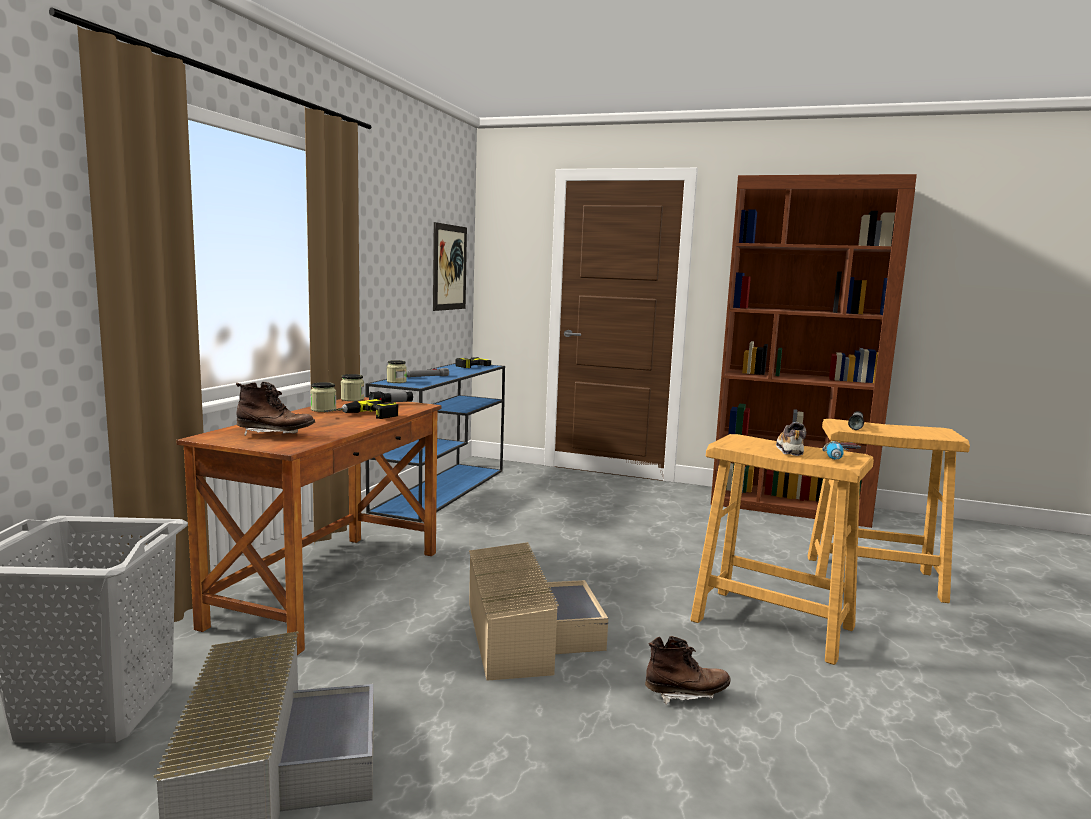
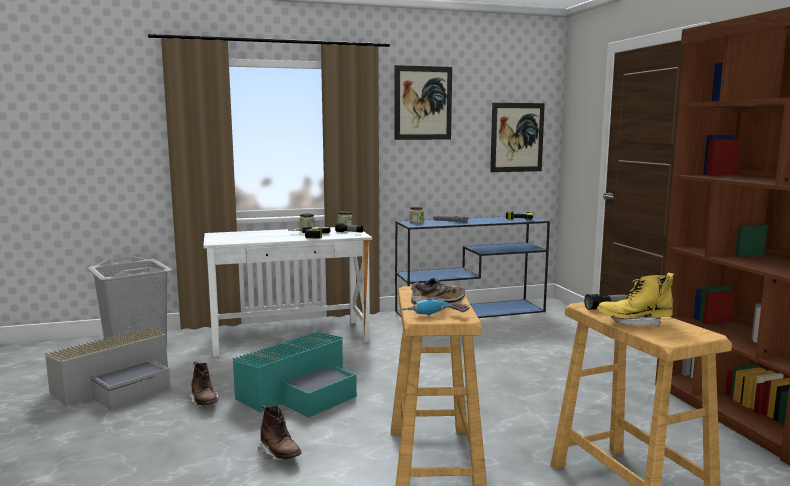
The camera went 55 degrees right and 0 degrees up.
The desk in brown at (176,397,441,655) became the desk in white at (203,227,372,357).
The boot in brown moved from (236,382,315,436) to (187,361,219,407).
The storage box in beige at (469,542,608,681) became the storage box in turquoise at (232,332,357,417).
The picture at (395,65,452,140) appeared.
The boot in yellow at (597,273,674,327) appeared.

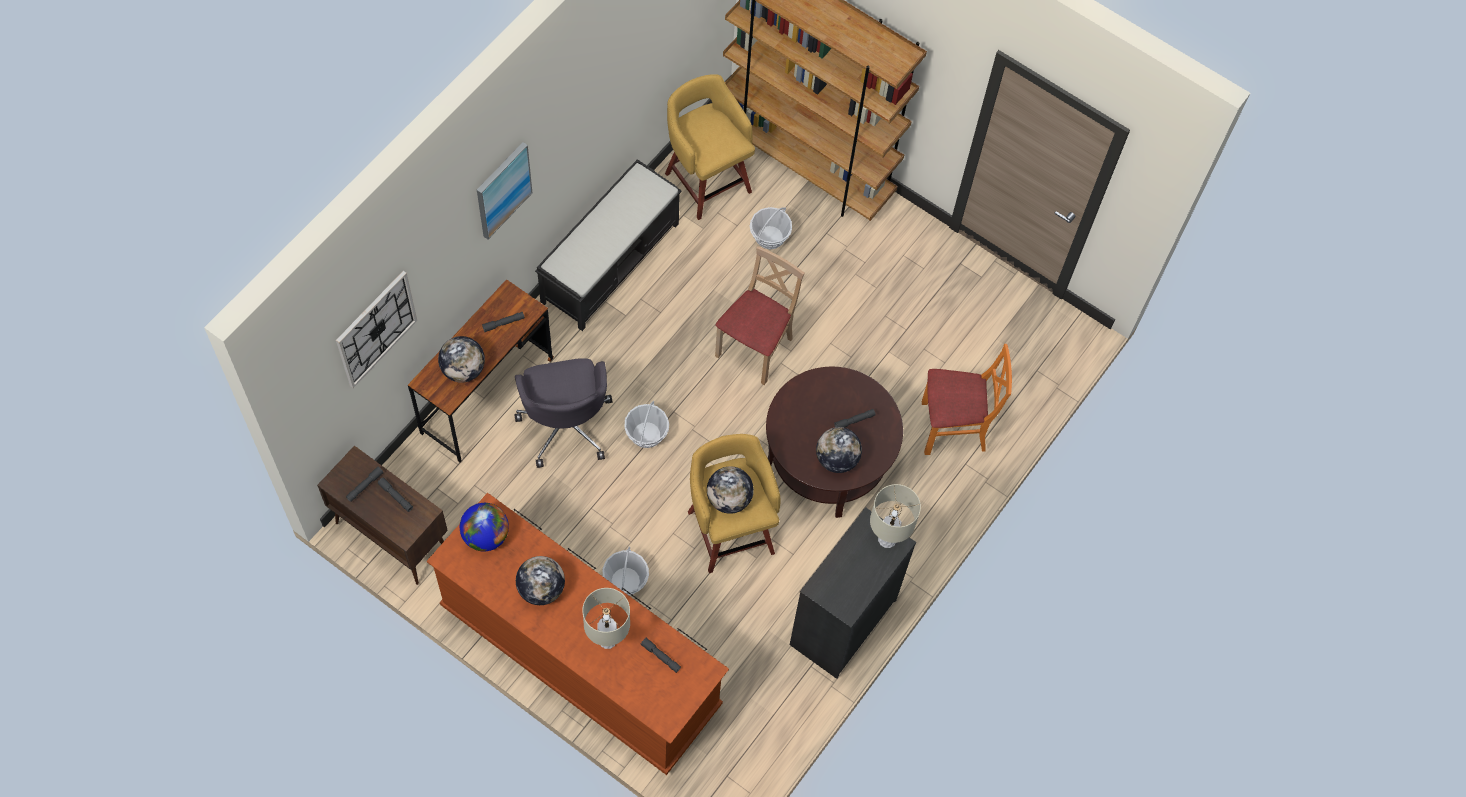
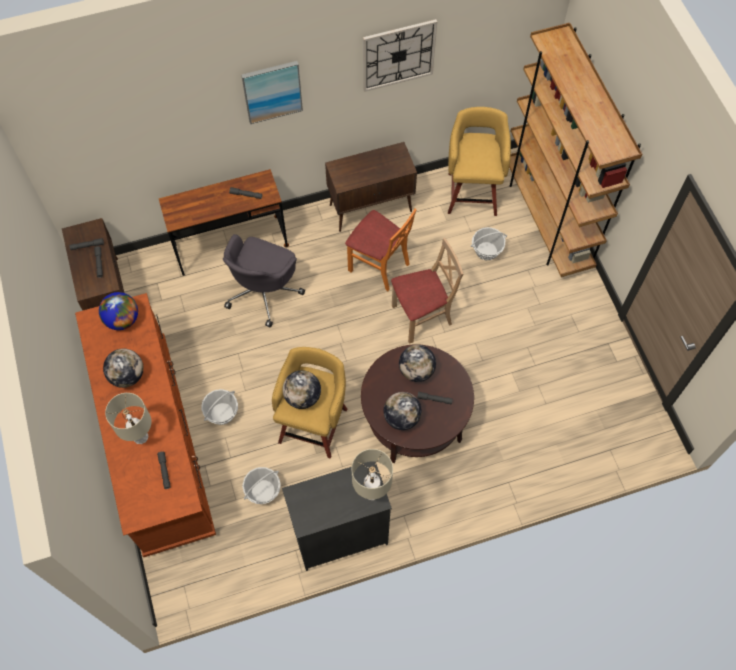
The camera went 40 degrees right and 0 degrees up.
The wall clock moved from (336,271,417,388) to (363,19,437,92).
The globe moved from (438,336,485,383) to (399,345,436,382).
The bench in black at (535,159,682,331) was replaced by the cabinet in brown at (325,142,417,232).
The basket moved from (624,401,669,448) to (242,467,281,504).
The chair in orange moved from (922,344,1012,455) to (345,209,417,291).

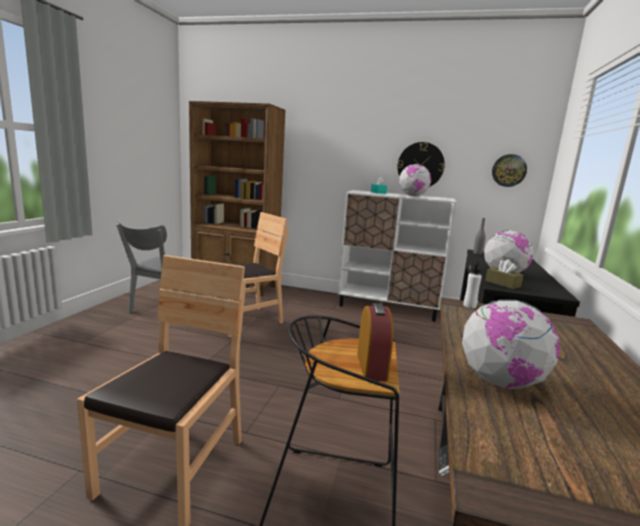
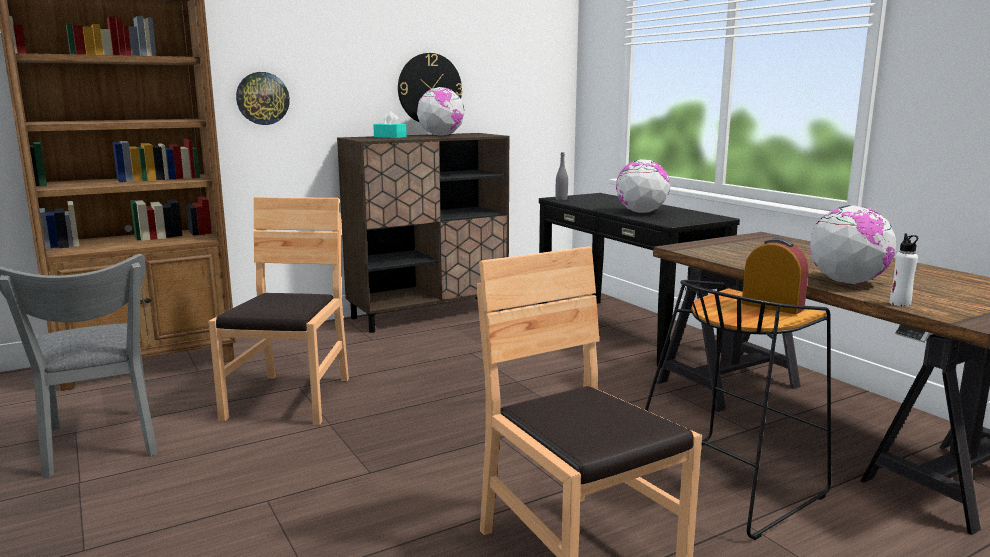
The camera went 45 degrees left and 0 degrees up.
The cabinet in white at (338,190,456,321) became the cabinet in brown at (337,133,510,333).
The bottle in white moved from (463,262,482,308) to (890,233,918,307).
The tissue box in brown at (485,259,523,289) disappeared.
The wall clock moved from (492,154,527,187) to (236,72,290,125).

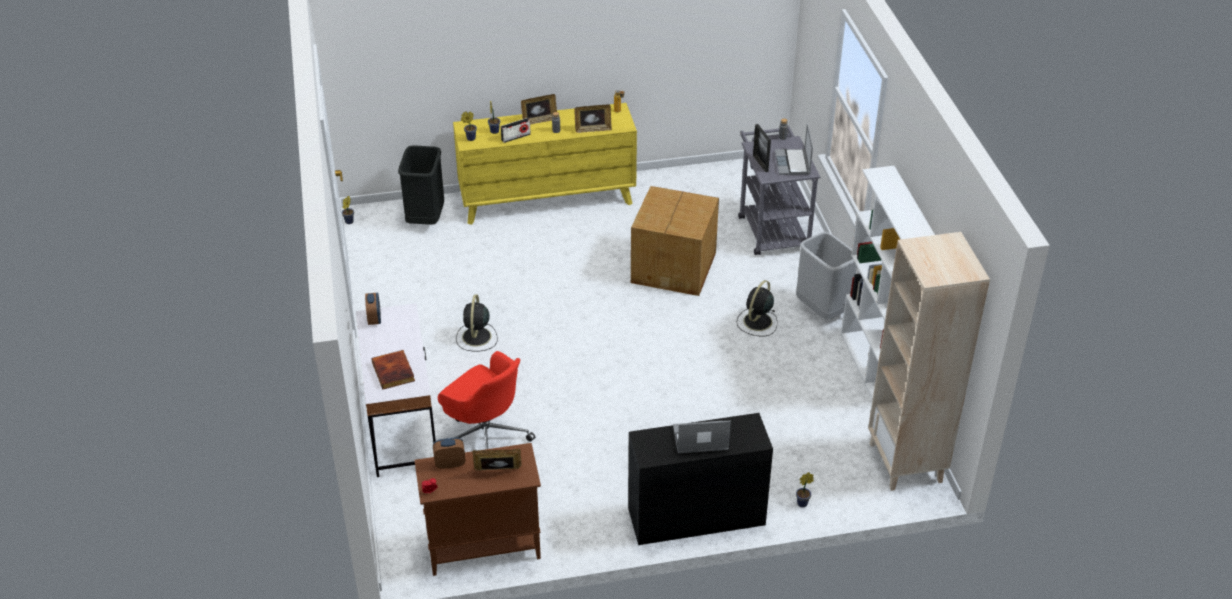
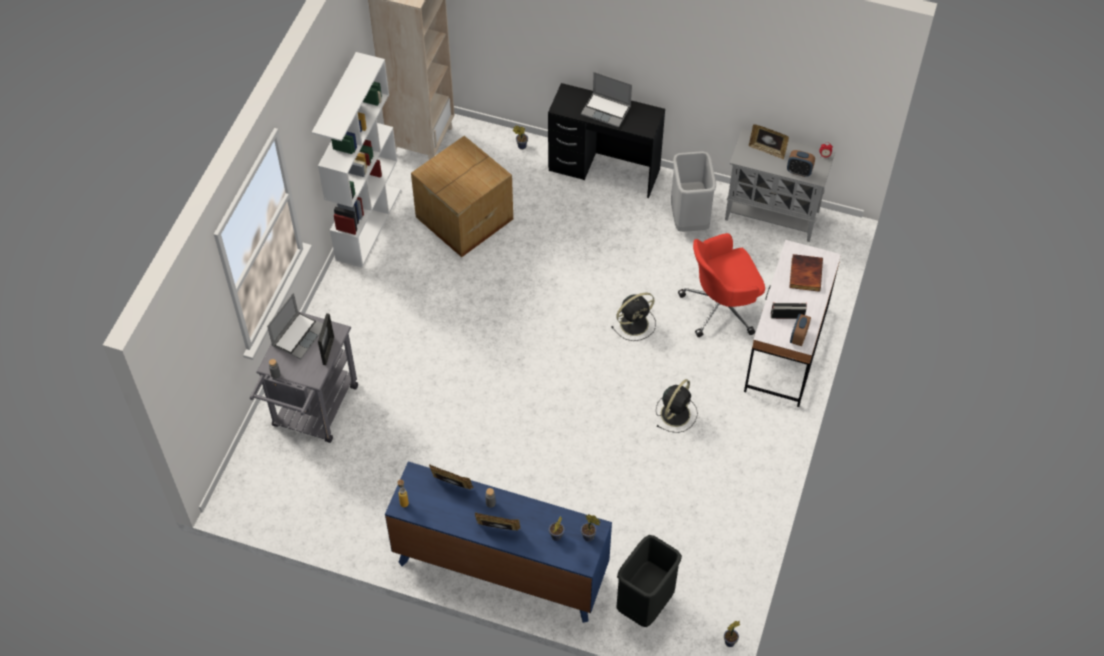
The camera went 150 degrees left and 15 degrees up.
The cabinet in brown at (414,443,541,576) became the cabinet in grey at (725,129,835,242).
The office chair in red at (438,351,535,449) turned 90 degrees counterclockwise.
The dresser in yellow at (453,103,637,225) became the dresser in blue at (385,462,612,623).
The radio moved from (501,118,531,143) to (771,302,807,319).
The cardboard box moved from (631,186,719,296) to (411,136,513,257).
The fan in black moved from (737,280,777,336) to (612,293,656,341).
The trash can in grey moved from (796,232,857,320) to (671,151,716,232).

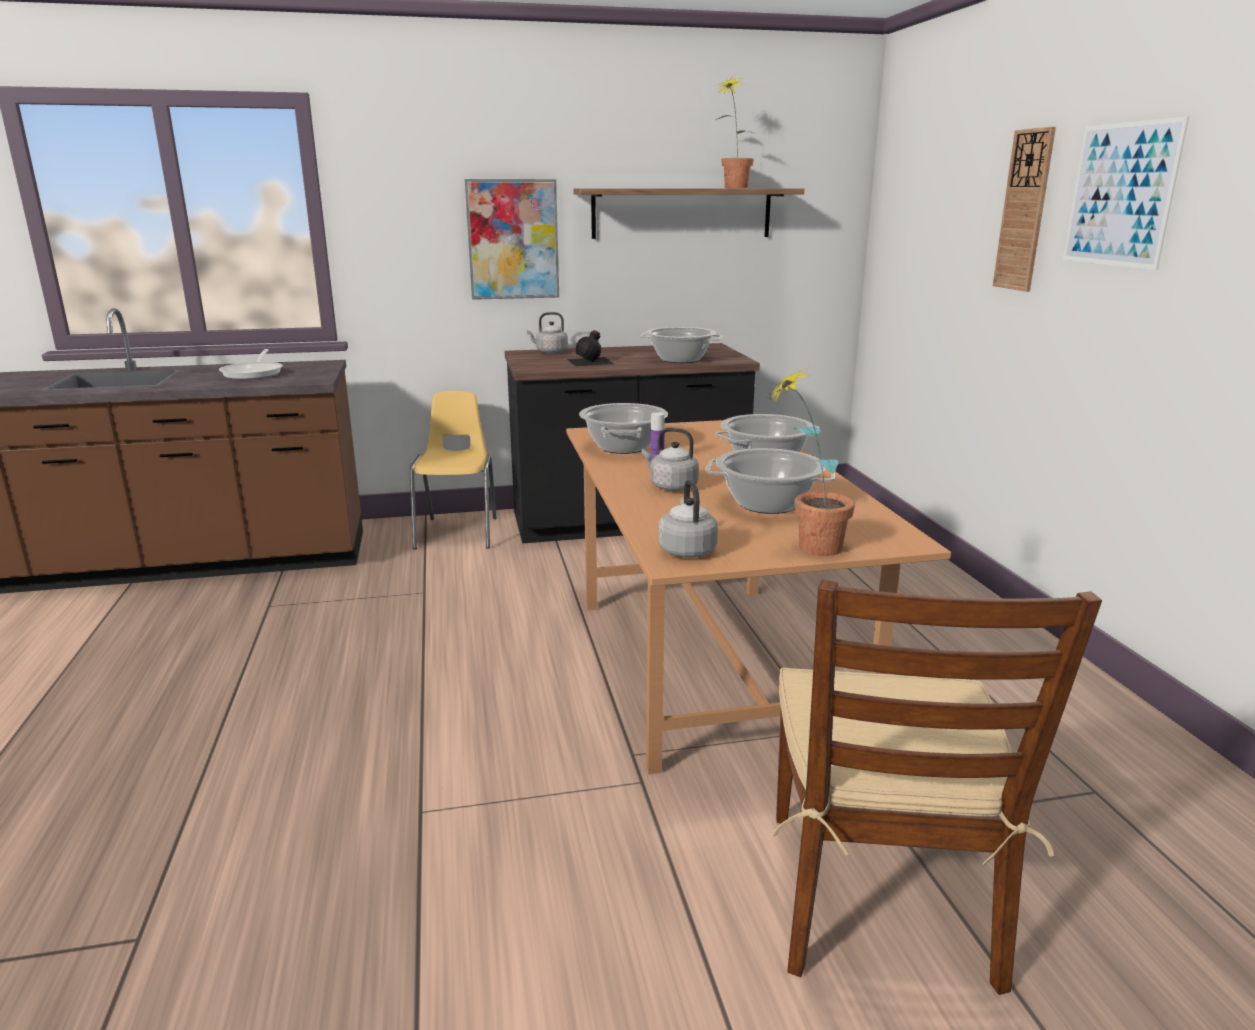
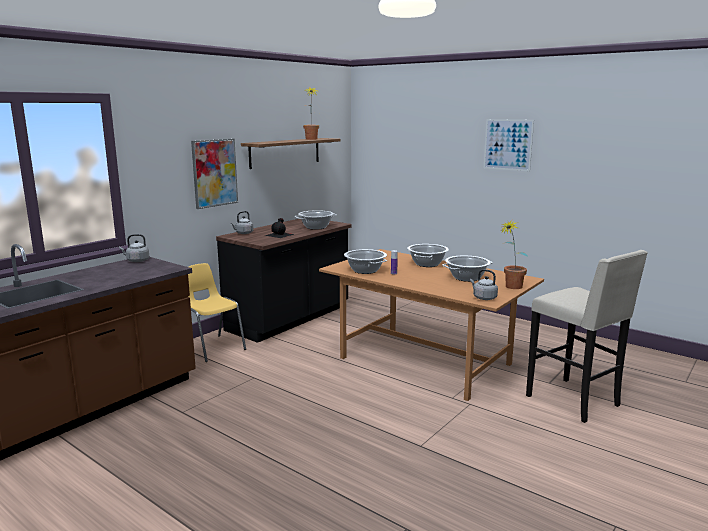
The camera went 40 degrees left and 5 degrees down.
The frying pan at (219,349,283,380) disappeared.
The kettle in grey moved from (642,428,699,491) to (119,234,149,262).
The chair in brown at (772,580,1102,995) was replaced by the stool in beige at (526,250,648,423).
The wall clock at (993,127,1056,292) disappeared.

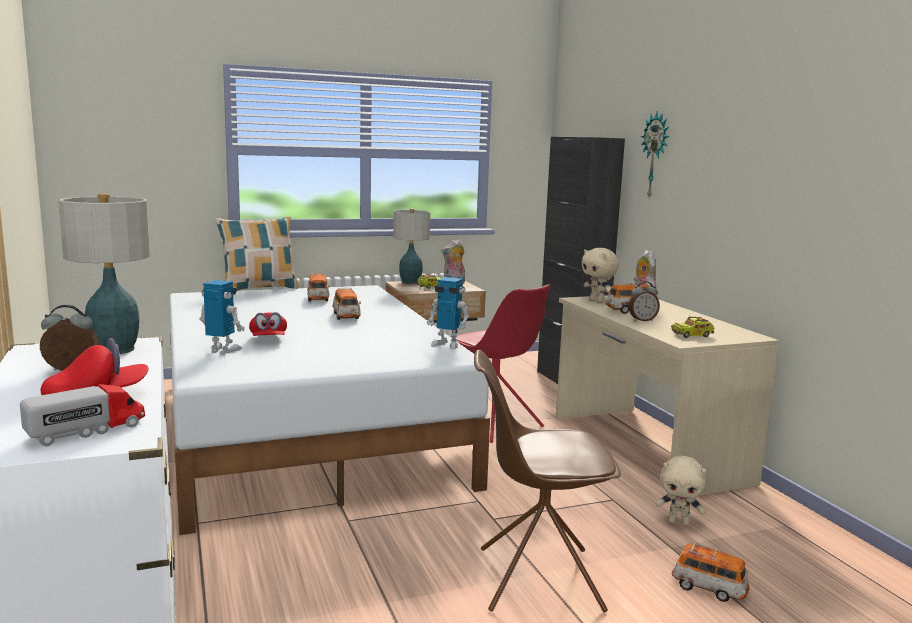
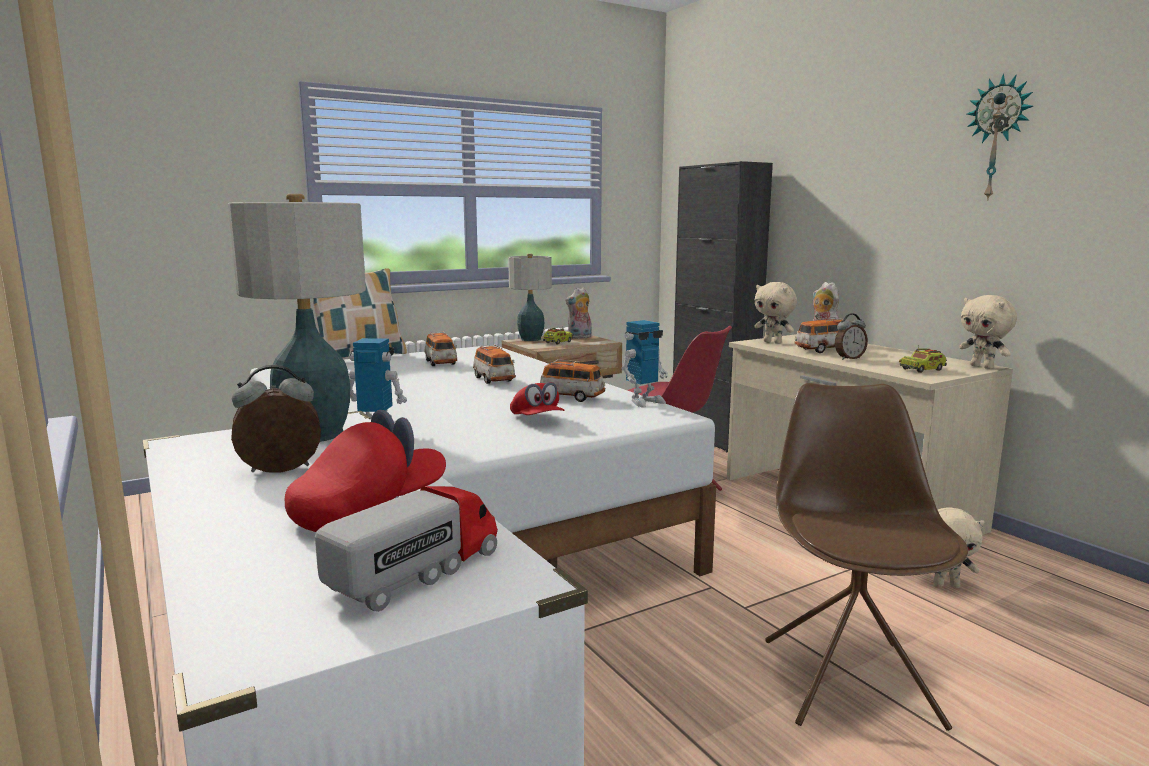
The camera went 10 degrees left and 0 degrees up.
The cap in red moved from (249,312,287,336) to (510,382,565,415).
The toy robot at (427,277,469,349) turned 45 degrees counterclockwise.
The chair in brown at (474,350,621,612) turned 105 degrees clockwise.
The wall clock moved from (641,112,669,198) to (967,74,1033,201).
The toy car moved from (672,542,750,602) to (540,359,605,402).
The plush toy in beige at (959,295,1017,369) appeared.

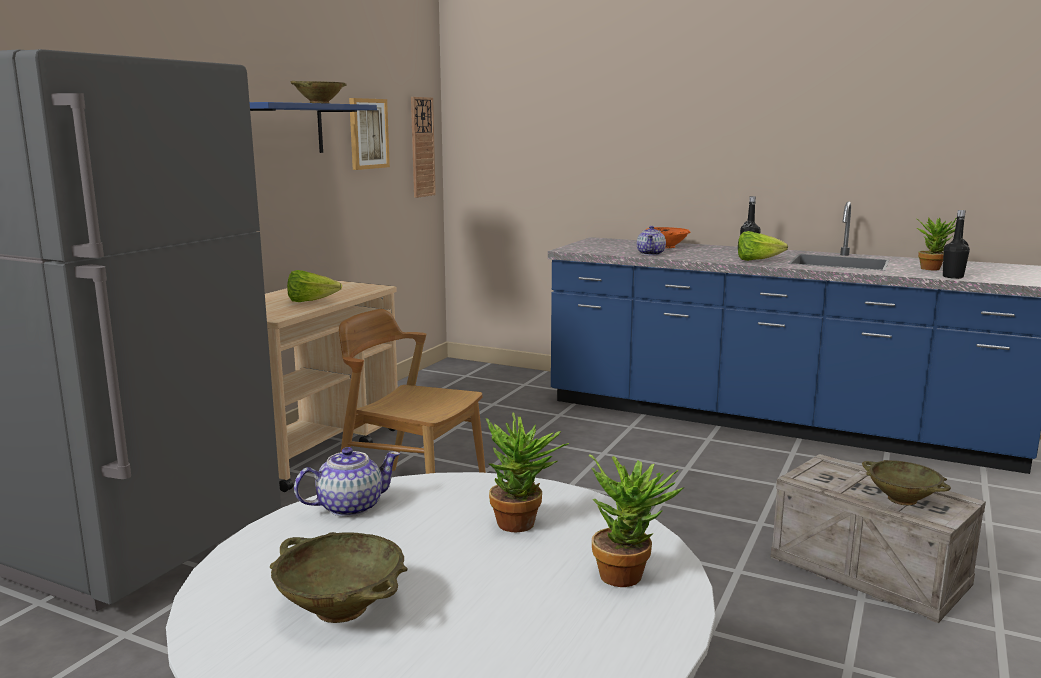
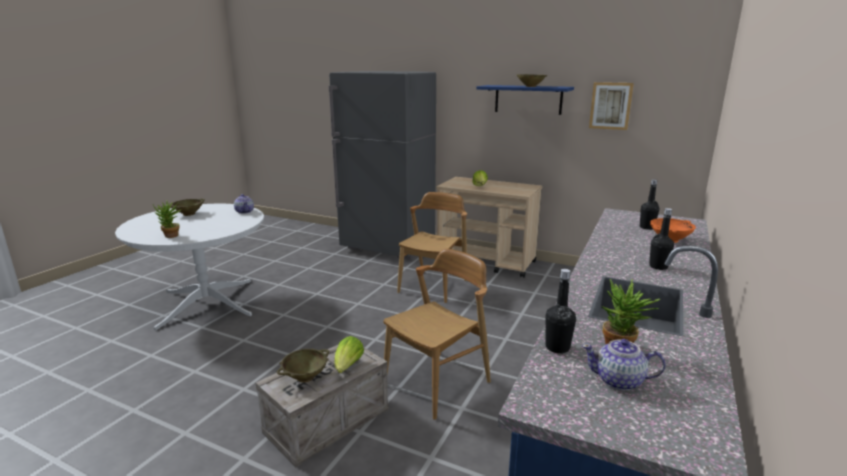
The camera went 90 degrees right and 5 degrees up.
The wall clock at (411,97,436,198) disappeared.
The potted plant at (486,412,569,532) disappeared.
The teapot moved from (637,226,666,256) to (581,339,666,391).
The lettuce moved from (738,231,788,261) to (334,336,364,373).
The chair in brown at (384,249,491,420) appeared.
The bottle in black at (640,179,659,230) appeared.

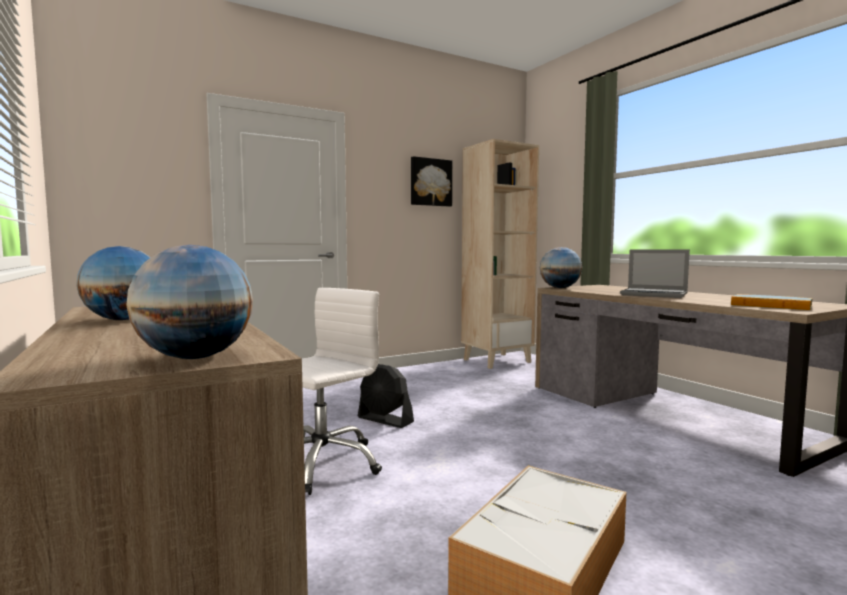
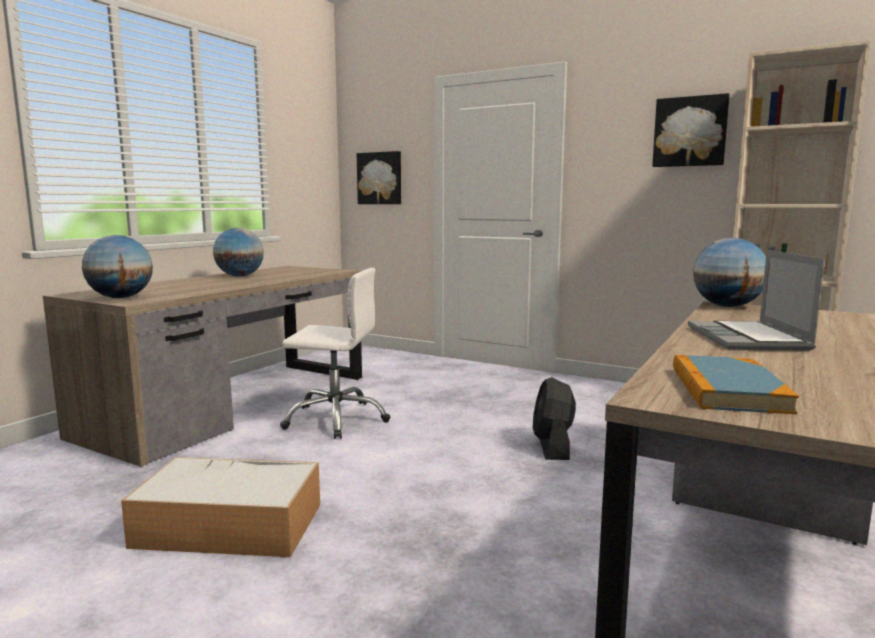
The camera went 60 degrees right and 5 degrees up.
The fan in black moved from (358,364,414,428) to (533,377,576,460).
The picture at (357,151,401,204) appeared.

